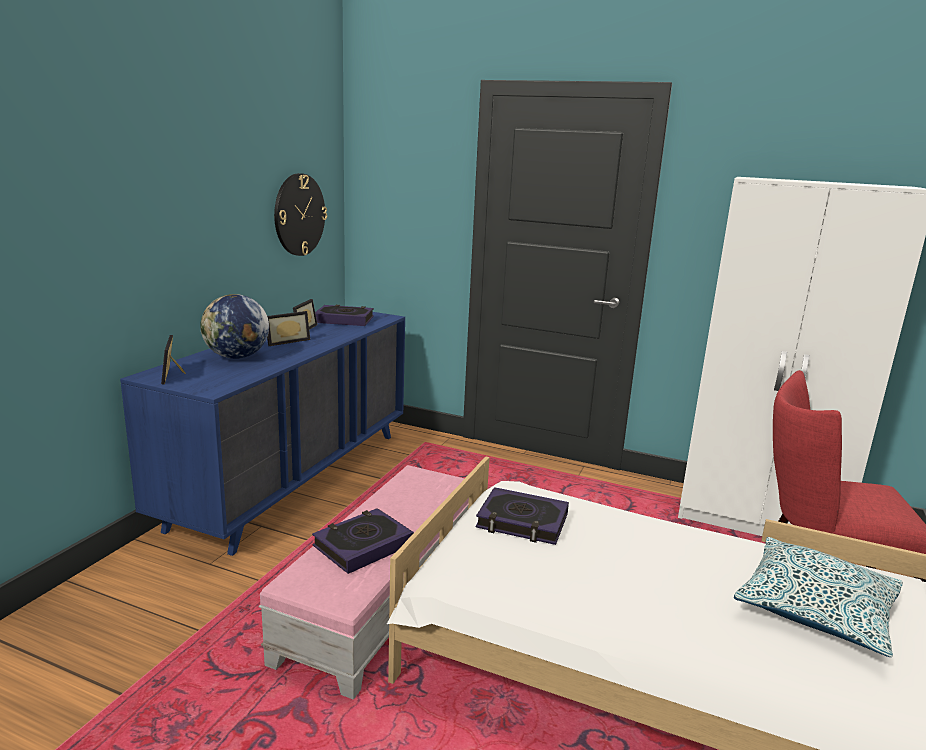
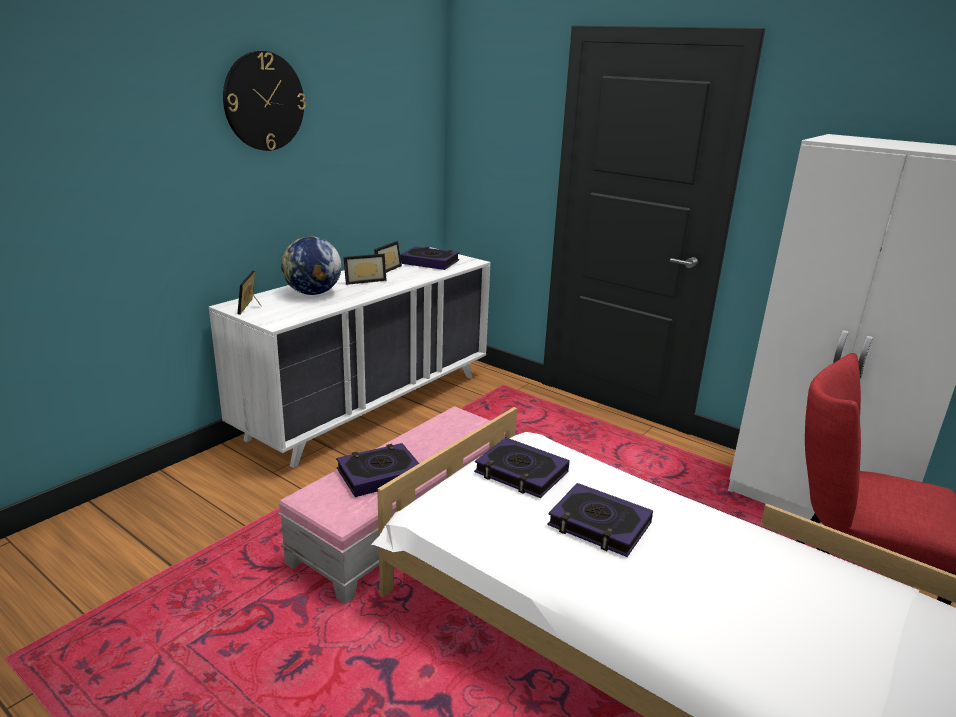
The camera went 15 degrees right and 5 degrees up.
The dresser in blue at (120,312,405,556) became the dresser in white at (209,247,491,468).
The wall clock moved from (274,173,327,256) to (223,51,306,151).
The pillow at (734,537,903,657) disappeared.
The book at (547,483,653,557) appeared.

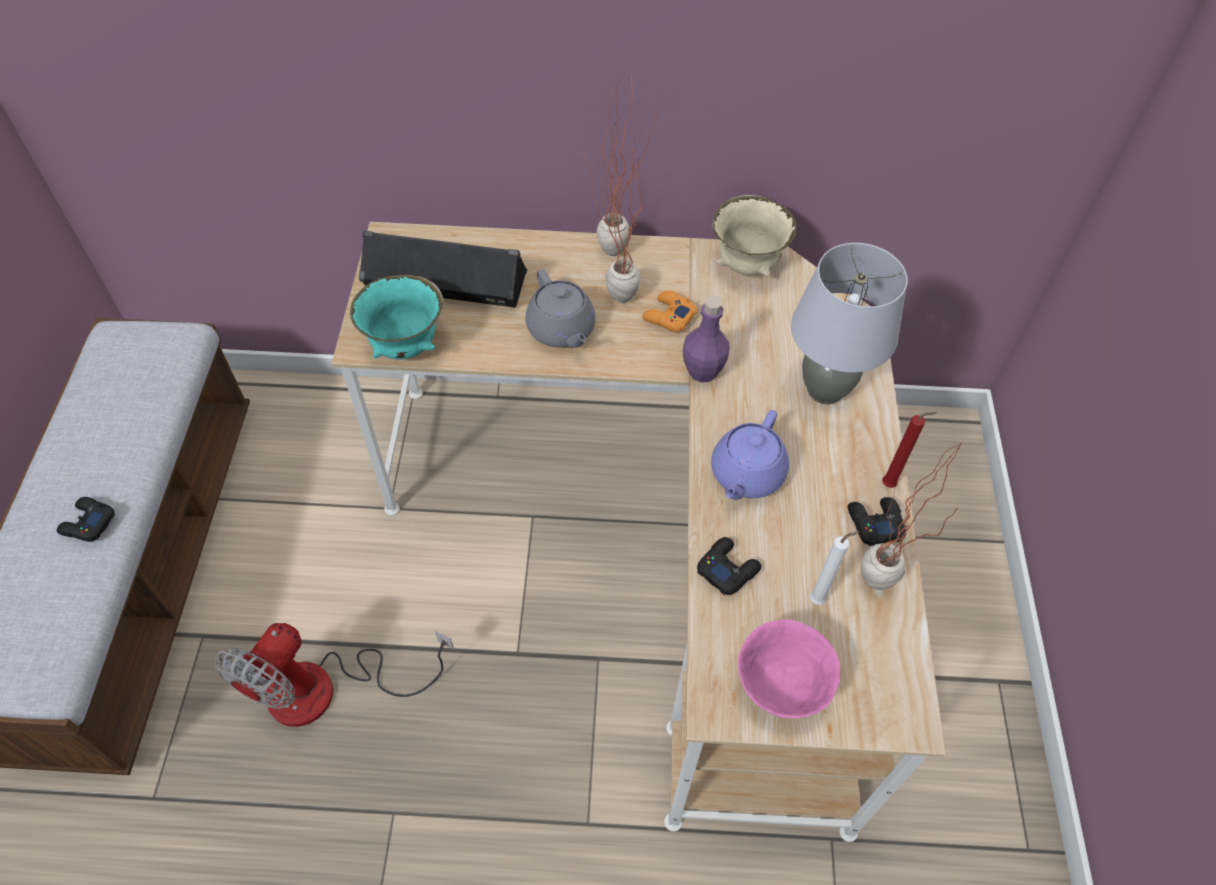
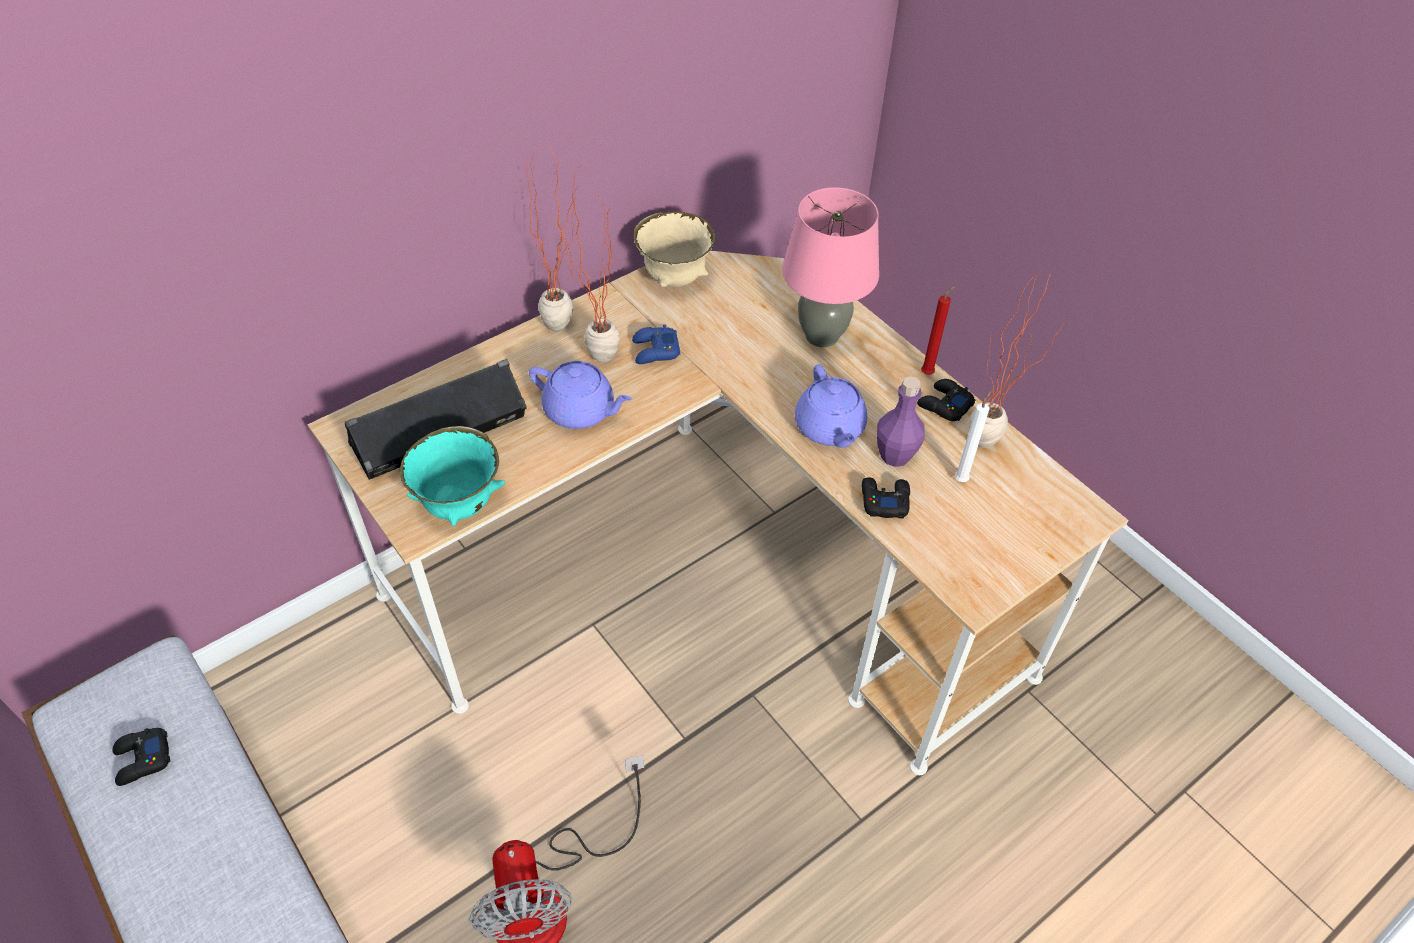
The camera went 40 degrees left and 5 degrees down.
The game controller in black moved from (56,497,115,542) to (112,728,170,786).
The teapot in grey at (526,270,596,348) became the teapot in purple at (529,361,632,429).
The game controller in orange at (642,291,698,333) became the game controller in blue at (632,324,680,364).
The bottle in purple moved from (682,296,730,382) to (877,376,924,467).
The bowl in pink at (738,619,840,718) disappeared.
The table lamp in grey at (791,243,908,404) became the table lamp in pink at (782,187,879,347).

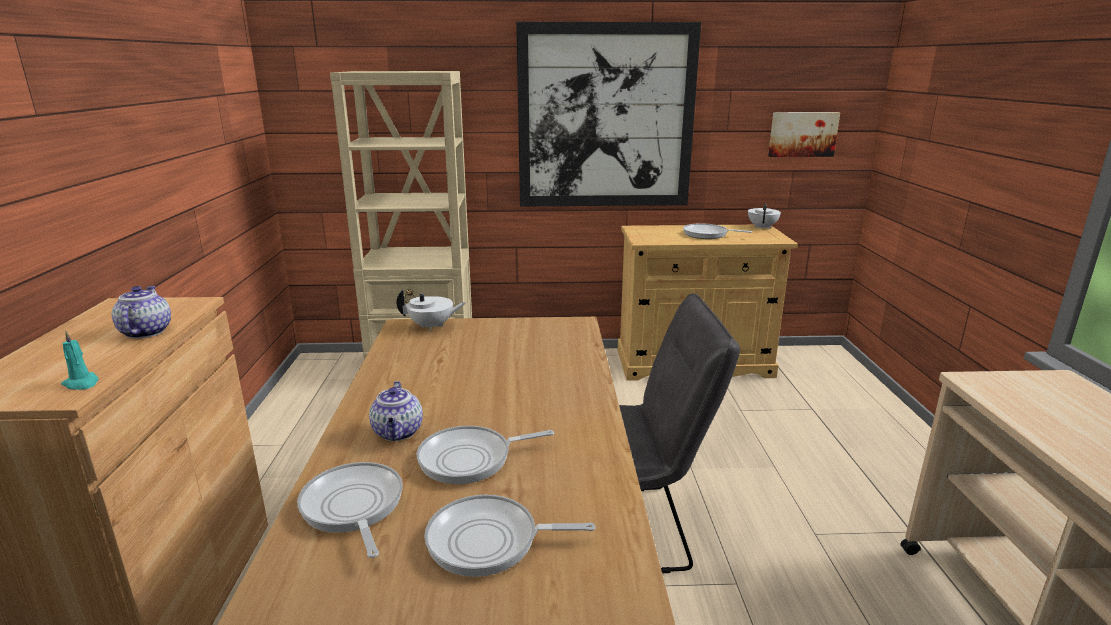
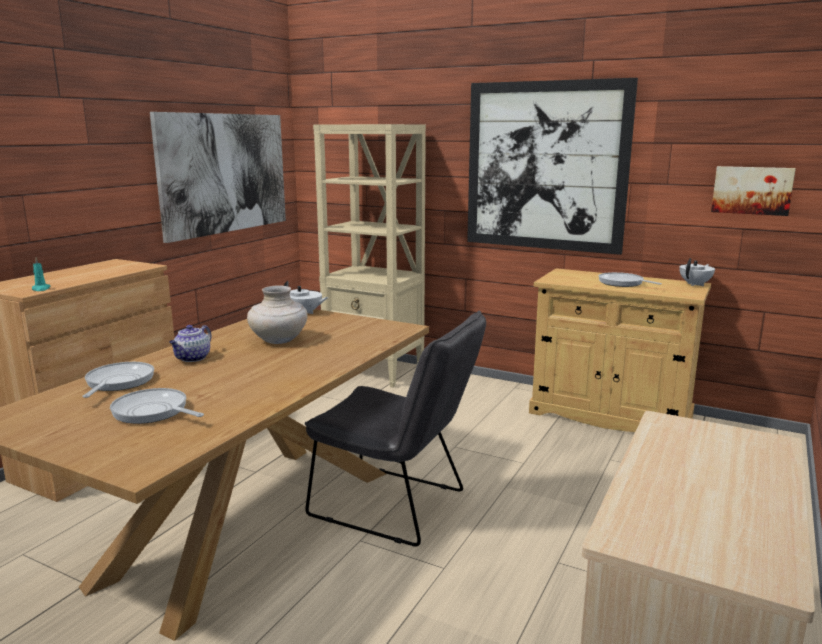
The camera went 30 degrees right and 5 degrees down.
The teapot at (112,286,171,339) disappeared.
The frying pan at (417,426,554,484) disappeared.
The picture at (150,112,286,243) appeared.
The vase in beige at (247,285,308,344) appeared.

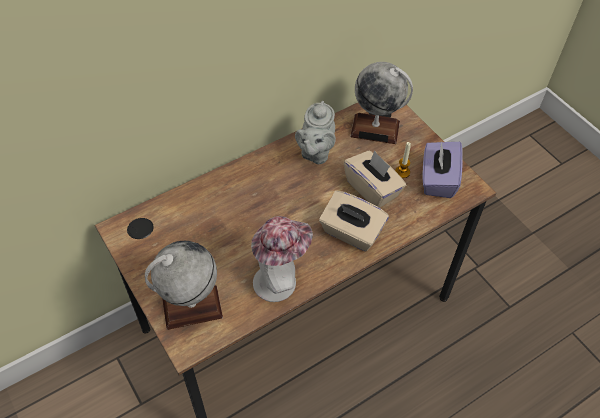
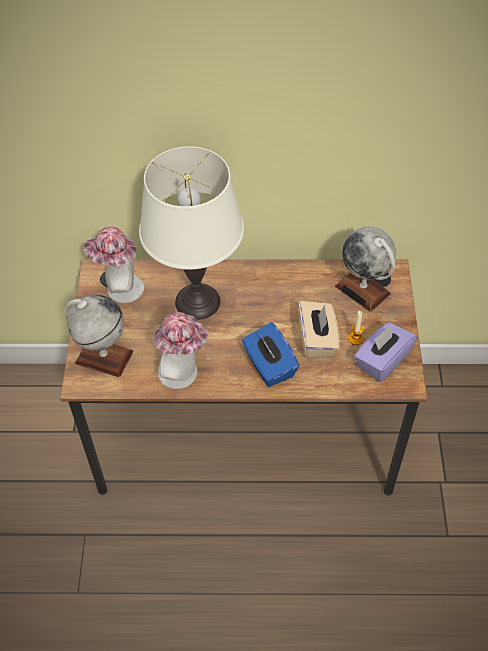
The camera went 35 degrees right and 0 degrees up.
The teapot in grey at (295,101,336,164) disappeared.
The tissue box in beige at (319,191,389,252) became the tissue box in blue at (242,322,299,387).
The hat at (83,227,144,303) appeared.
The table lamp in white at (139,146,244,320) appeared.

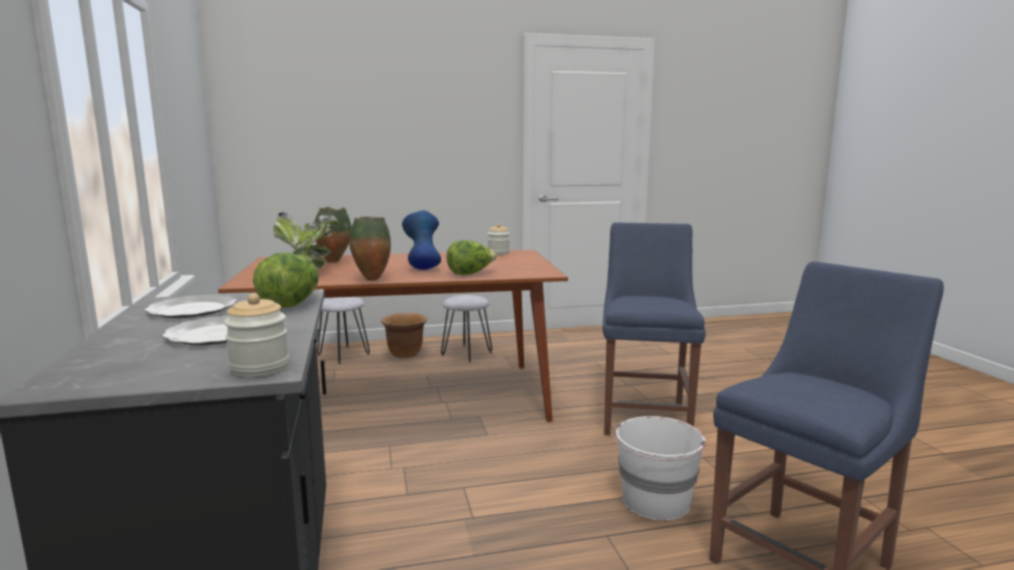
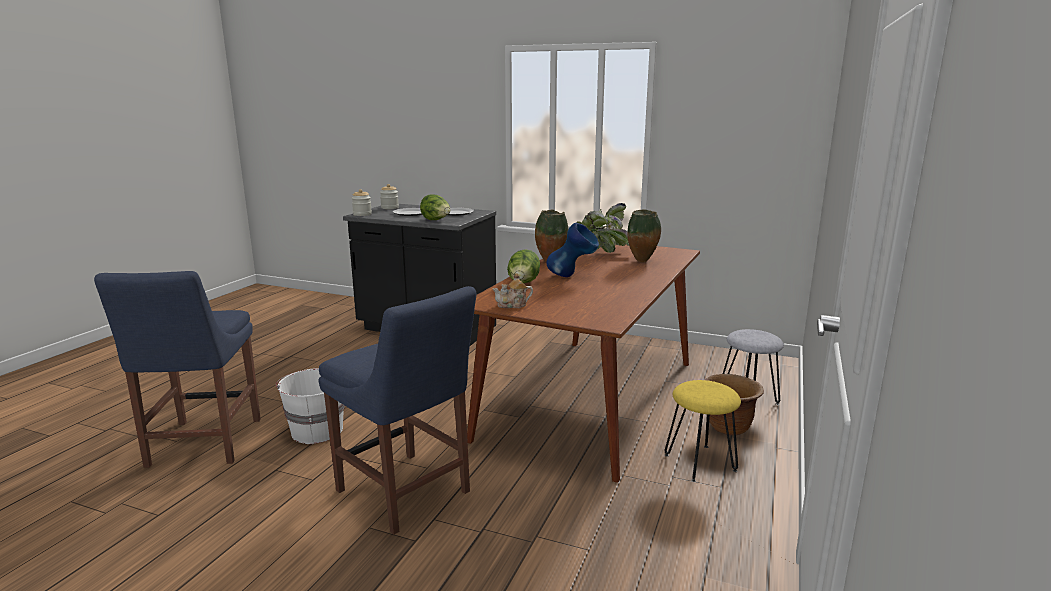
The camera went 125 degrees right and 5 degrees up.
The stool in grey at (441,295,492,363) became the stool in yellow at (665,380,741,482).
The jar moved from (488,223,510,255) to (380,184,399,209).
The teapot at (493,273,533,308) appeared.

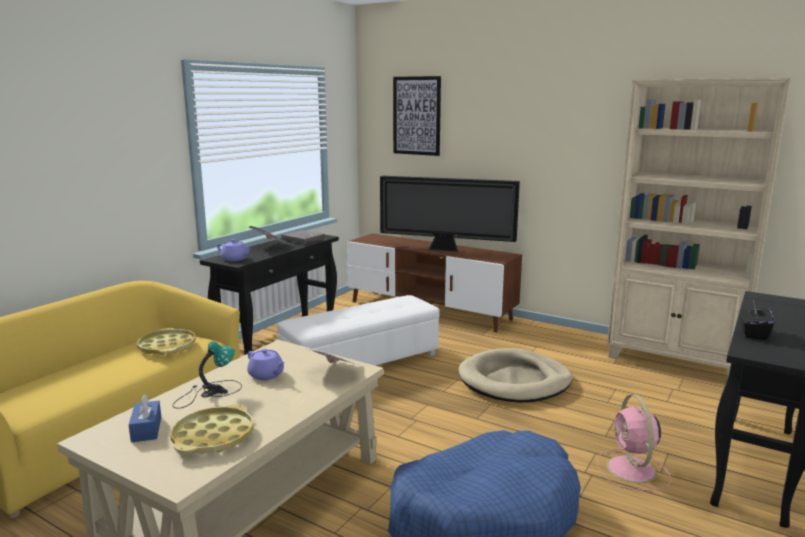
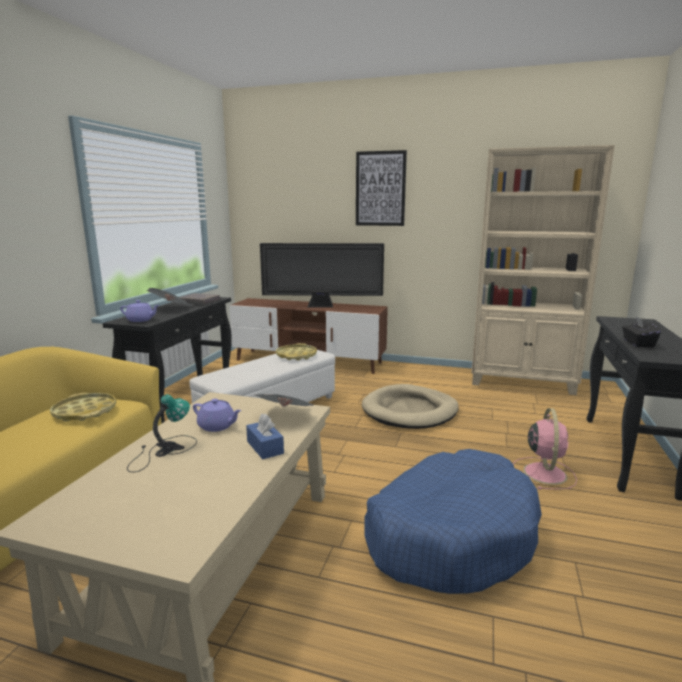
The camera went 15 degrees left and 0 degrees up.
The tissue box in blue moved from (129,394,161,443) to (246,414,284,459).
The tray in yellow moved from (170,404,254,454) to (276,343,317,360).
The picture moved from (393,76,441,156) to (356,150,407,226).
The fan in pink at (597,394,671,491) turned 150 degrees counterclockwise.

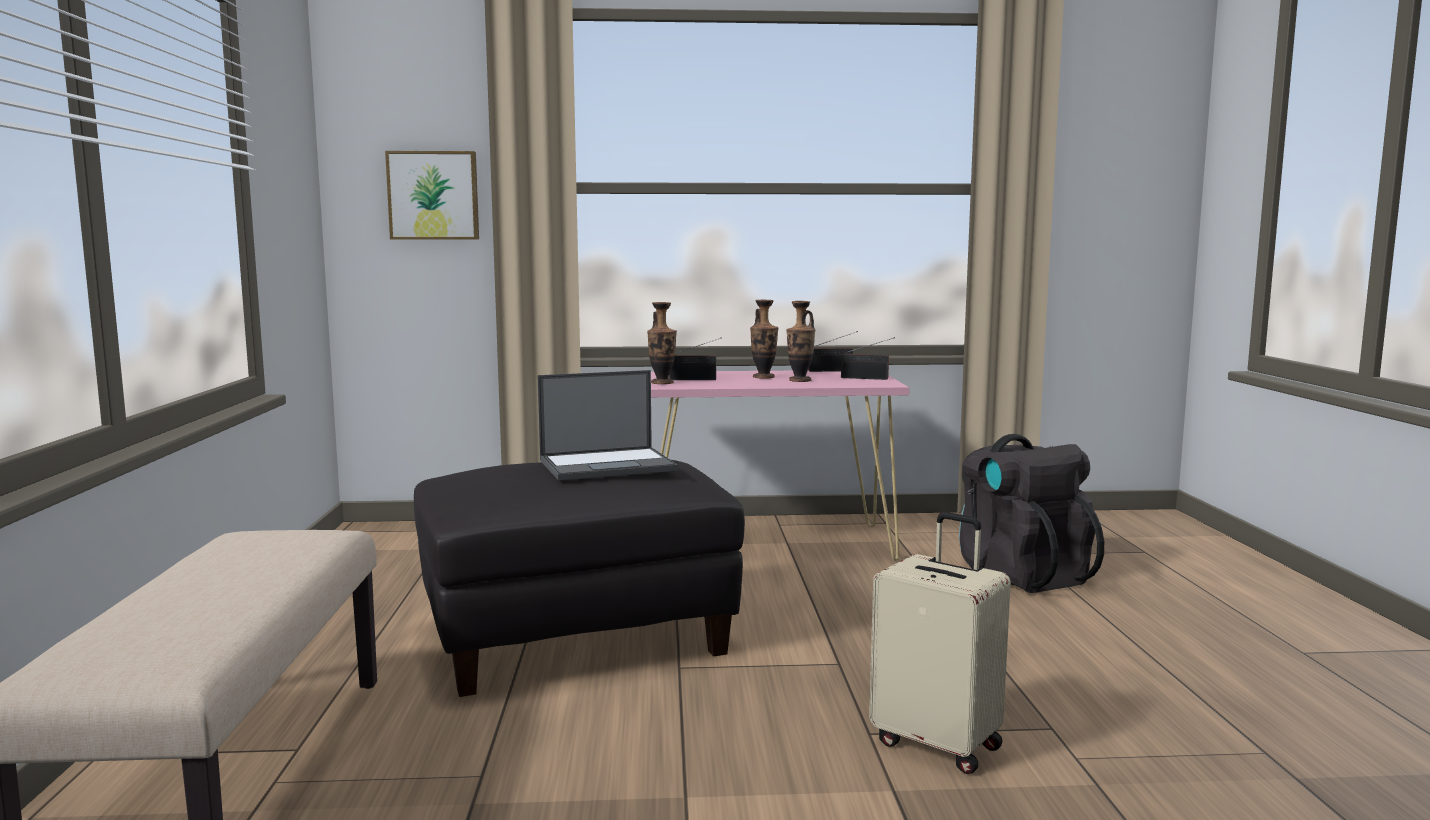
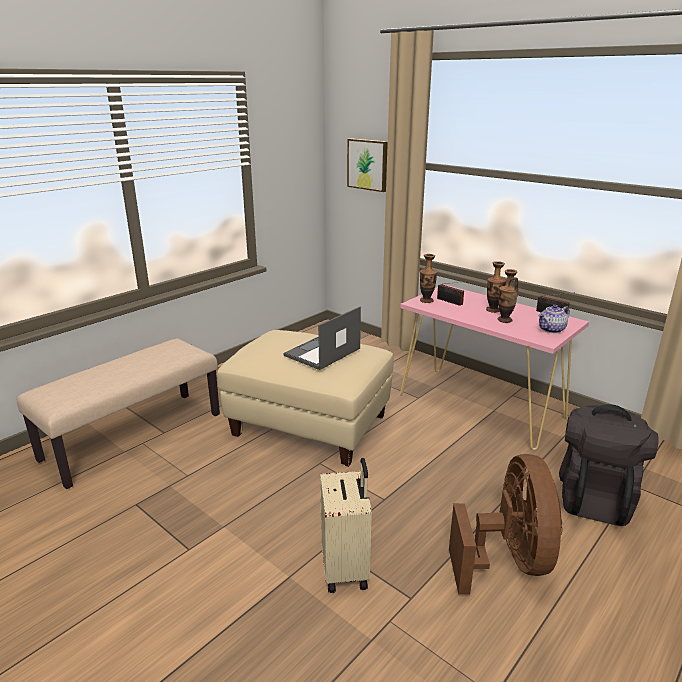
The camera went 45 degrees right and 15 degrees up.
The ottoman in black at (414,460,745,697) became the ottoman in beige at (217,330,394,467).
The laptop at (537,370,678,481) turned 105 degrees clockwise.
The radio at (841,337,895,380) was replaced by the teapot at (538,305,570,333).
The fan in brown at (449,454,563,594) appeared.

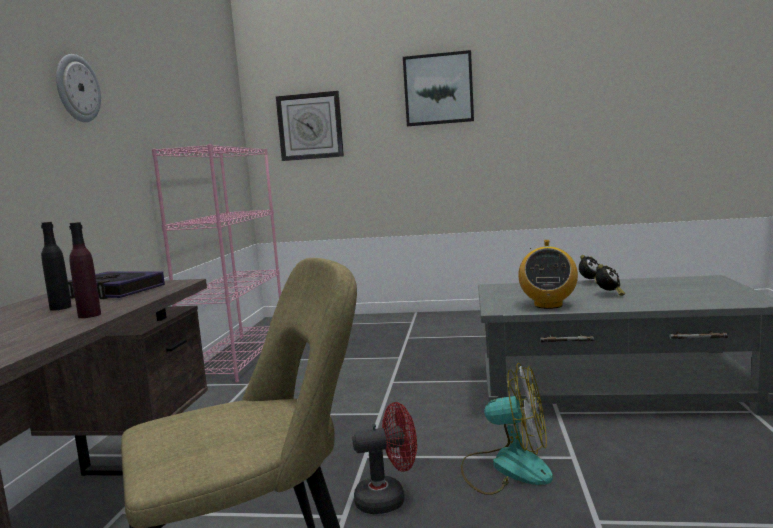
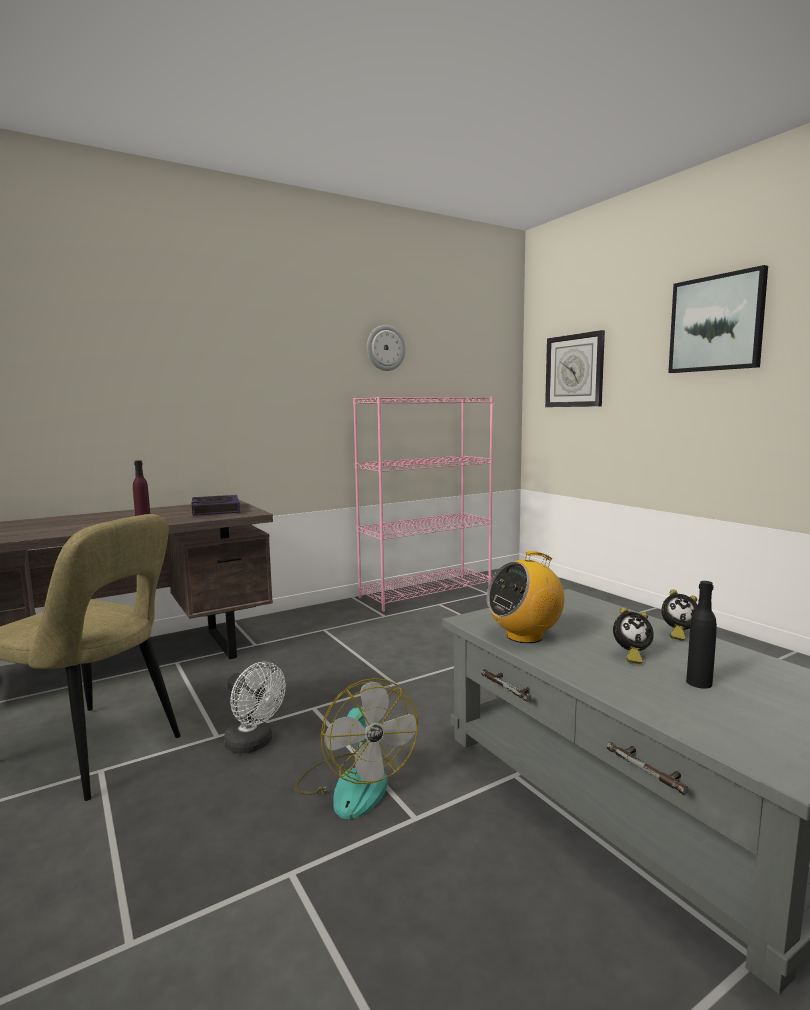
The camera went 50 degrees right and 0 degrees up.
The bottle in black moved from (41,222,72,311) to (686,581,717,689).
The wall clock moved from (56,54,101,122) to (367,325,406,371).
The fan in red at (352,402,417,514) became the fan in white at (224,662,286,754).

